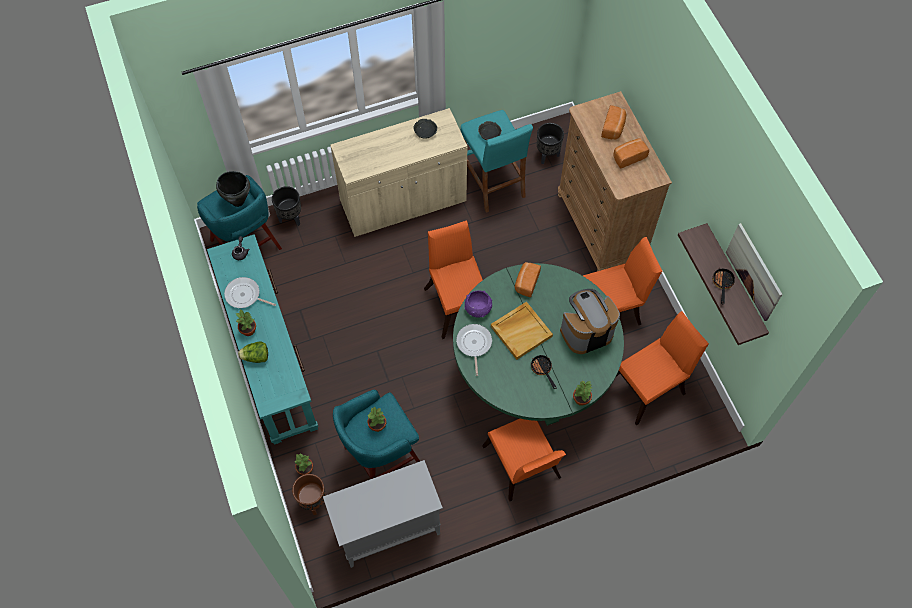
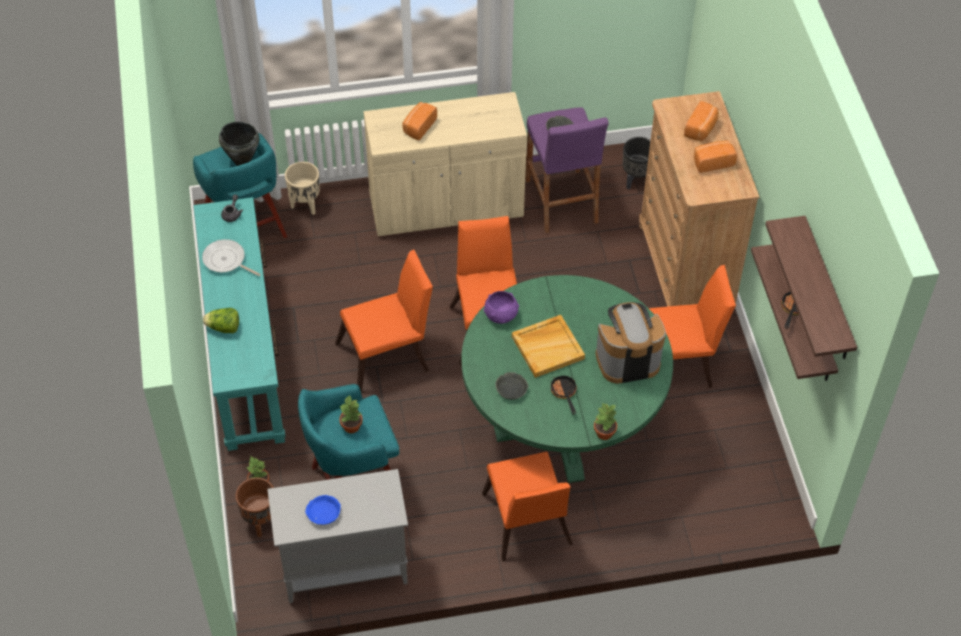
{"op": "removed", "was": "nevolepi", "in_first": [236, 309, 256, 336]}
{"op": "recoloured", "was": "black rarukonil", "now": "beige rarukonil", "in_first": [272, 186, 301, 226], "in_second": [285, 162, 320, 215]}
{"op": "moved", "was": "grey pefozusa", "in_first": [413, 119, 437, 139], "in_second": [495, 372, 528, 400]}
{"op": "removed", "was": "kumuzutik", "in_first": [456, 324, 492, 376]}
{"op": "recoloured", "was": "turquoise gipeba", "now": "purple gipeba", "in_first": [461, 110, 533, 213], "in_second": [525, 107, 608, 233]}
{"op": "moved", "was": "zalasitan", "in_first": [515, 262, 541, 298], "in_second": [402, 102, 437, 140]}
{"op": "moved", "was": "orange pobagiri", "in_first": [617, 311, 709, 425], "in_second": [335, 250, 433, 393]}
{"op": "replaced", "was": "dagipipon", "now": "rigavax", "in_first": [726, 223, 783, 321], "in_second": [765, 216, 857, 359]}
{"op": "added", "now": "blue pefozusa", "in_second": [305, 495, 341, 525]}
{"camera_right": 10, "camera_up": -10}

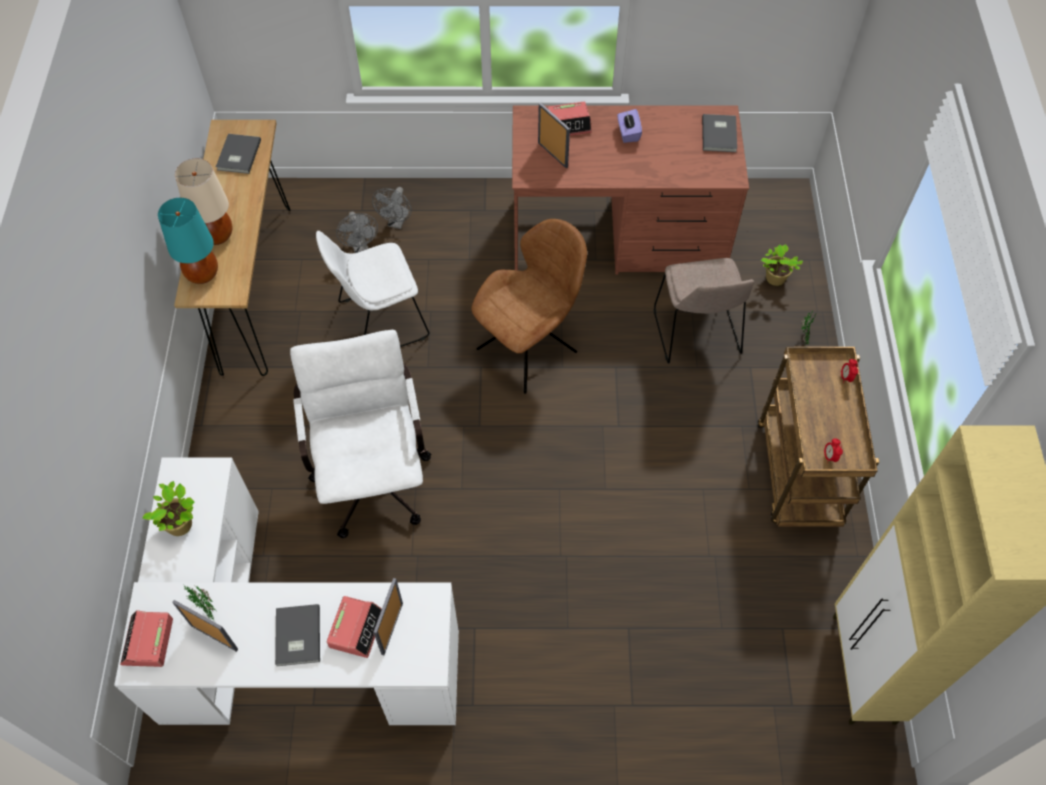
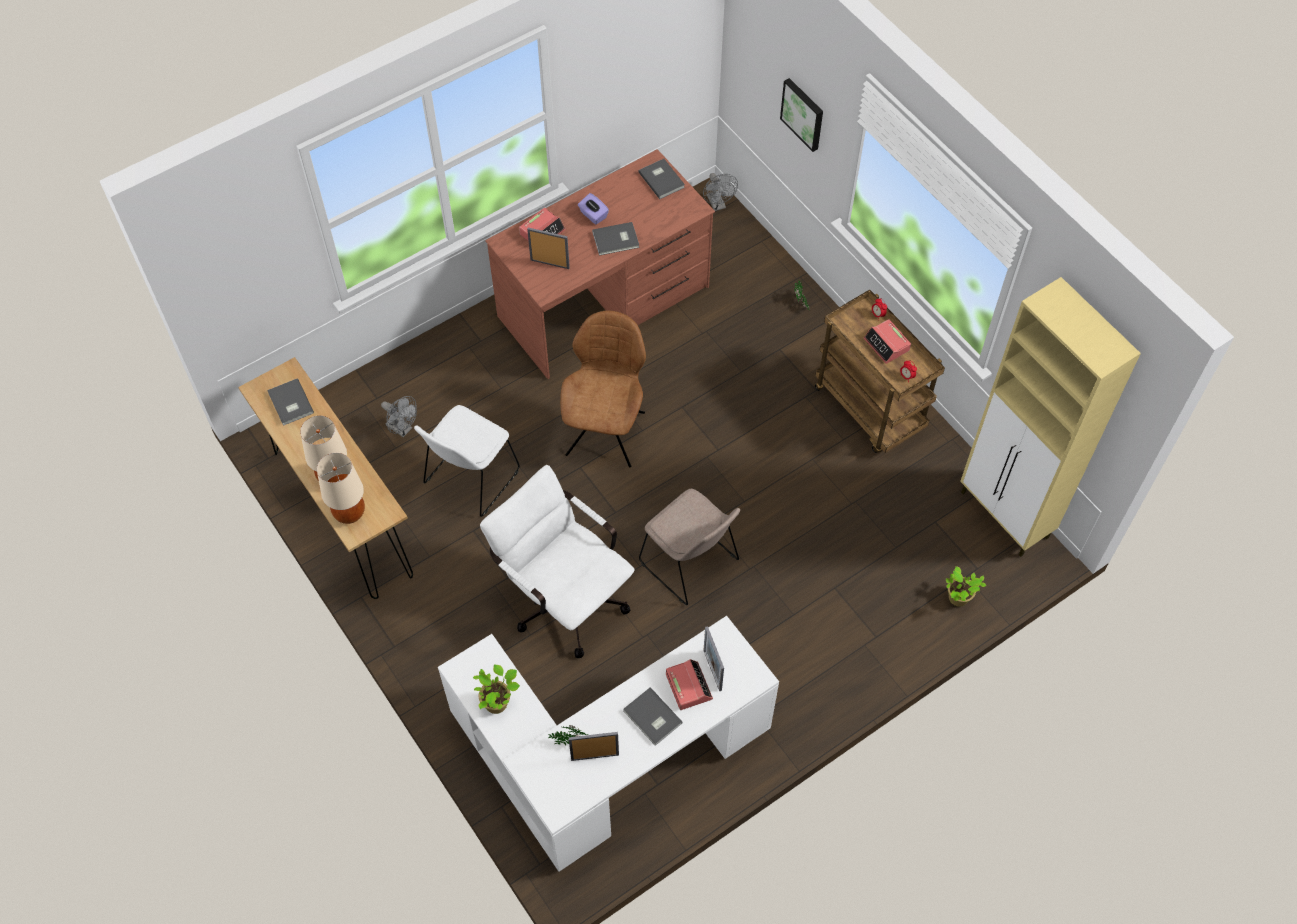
{"op": "moved", "was": "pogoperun", "in_first": [120, 610, 173, 667], "in_second": [864, 319, 911, 364]}
{"op": "recoloured", "was": "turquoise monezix", "now": "beige monezix", "in_first": [158, 198, 218, 284], "in_second": [317, 453, 365, 524]}
{"op": "moved", "was": "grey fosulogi", "in_first": [372, 187, 412, 229], "in_second": [703, 173, 738, 211]}
{"op": "moved", "was": "beige pobagiri", "in_first": [654, 258, 754, 364], "in_second": [639, 489, 740, 605]}
{"op": "moved", "was": "nevolepi", "in_first": [761, 244, 803, 286], "in_second": [946, 566, 986, 607]}
{"op": "added", "now": "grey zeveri", "in_second": [592, 222, 639, 256]}
{"op": "added", "now": "dagipipon", "in_second": [780, 78, 823, 152]}
{"camera_right": -35, "camera_up": 0}

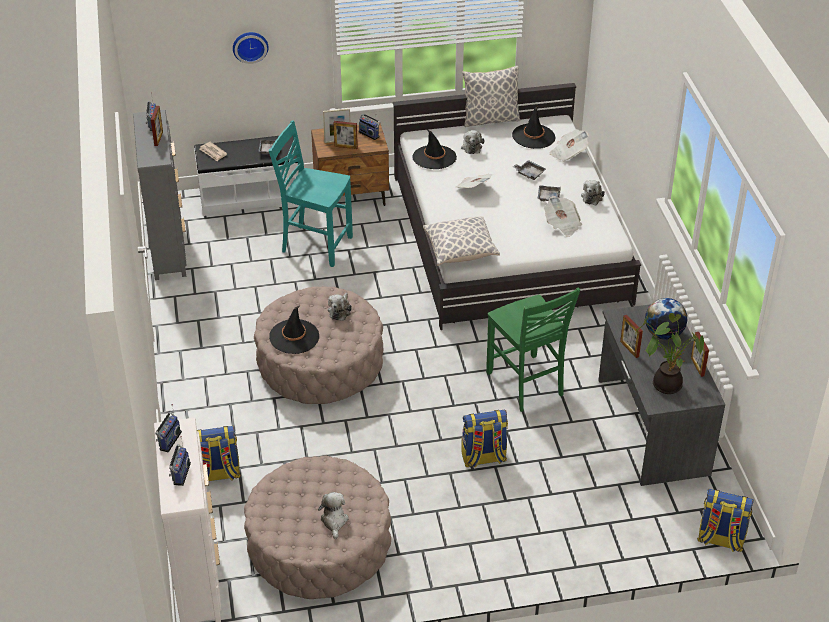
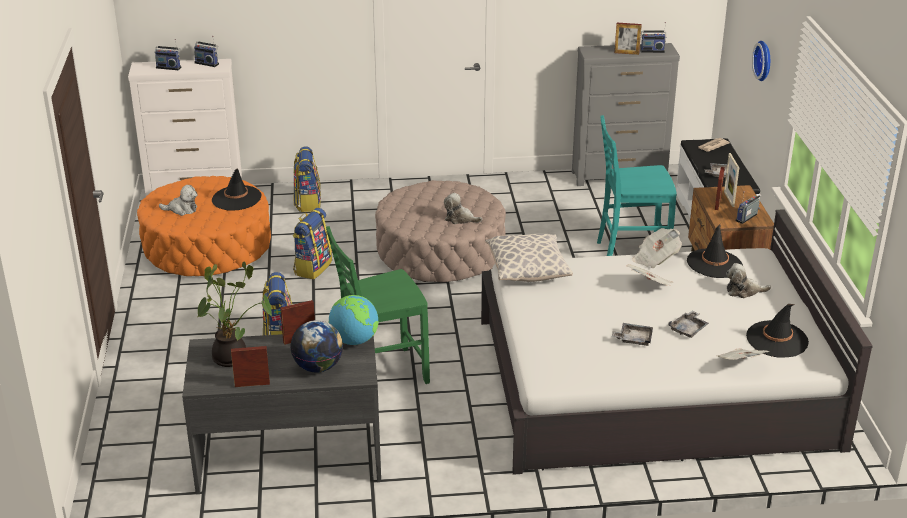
{"op": "recoloured", "was": "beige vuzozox", "now": "orange vuzozox", "in_first": [244, 455, 391, 599], "in_second": [137, 176, 271, 276]}
{"op": "turned", "was": "turquoise pobagiri", "in_first": [269, 120, 353, 267], "in_second": [597, 115, 677, 256], "clockwise": -120}
{"op": "moved", "was": "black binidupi", "in_first": [269, 305, 319, 354], "in_second": [212, 169, 261, 211]}
{"op": "removed", "was": "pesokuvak", "in_first": [462, 66, 520, 127]}
{"op": "moved", "was": "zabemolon", "in_first": [544, 196, 582, 237], "in_second": [632, 228, 682, 268]}
{"op": "removed", "was": "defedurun", "in_first": [581, 180, 605, 205]}
{"op": "moved", "was": "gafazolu", "in_first": [697, 489, 754, 552], "in_second": [293, 208, 332, 279]}
{"op": "added", "now": "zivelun", "in_second": [329, 295, 379, 345]}
{"camera_right": 95, "camera_up": -10}

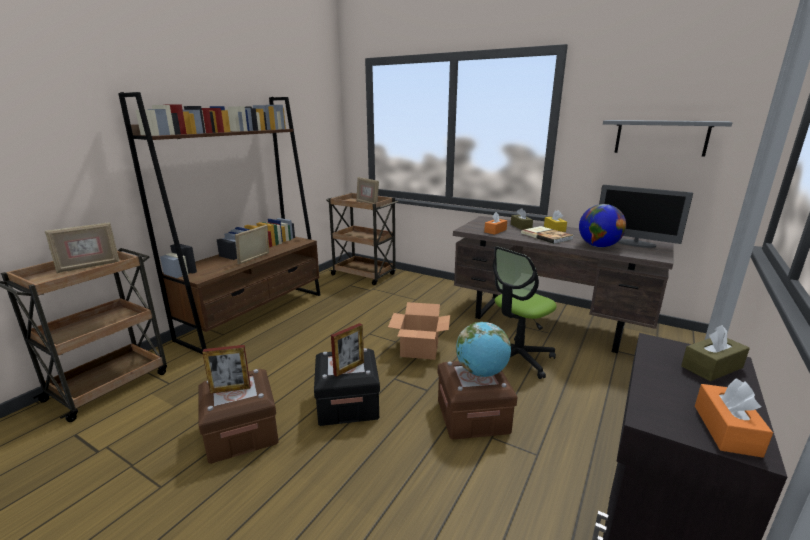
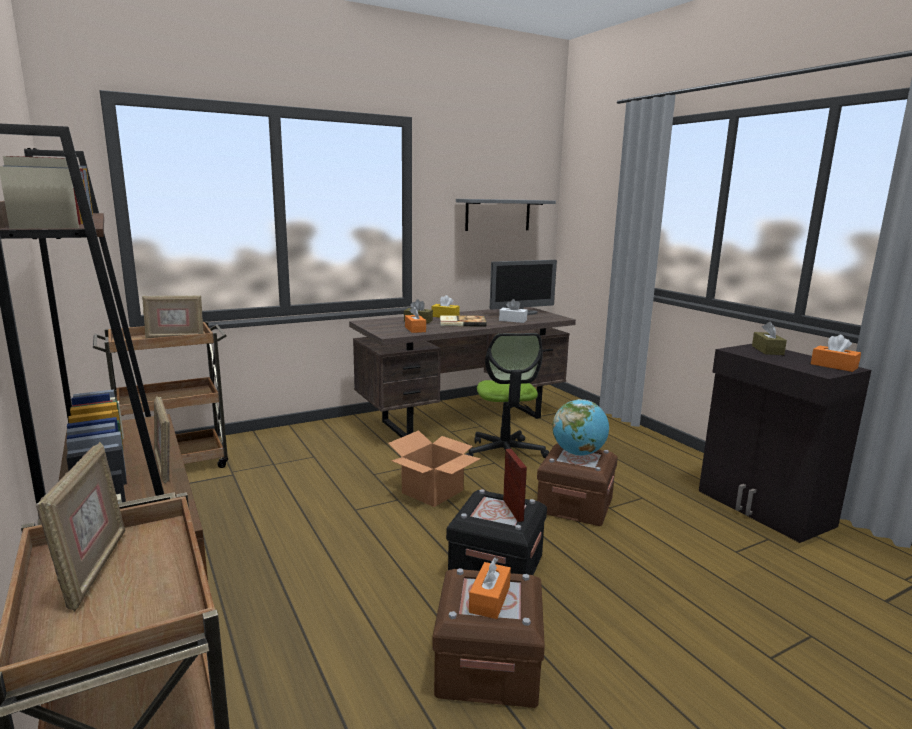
{"op": "replaced", "was": "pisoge", "now": "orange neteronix", "in_first": [202, 345, 251, 394], "in_second": [469, 558, 511, 619]}
{"op": "replaced", "was": "zivelun", "now": "white neteronix", "in_first": [579, 204, 626, 247], "in_second": [499, 299, 527, 323]}
{"camera_right": -60, "camera_up": -5}

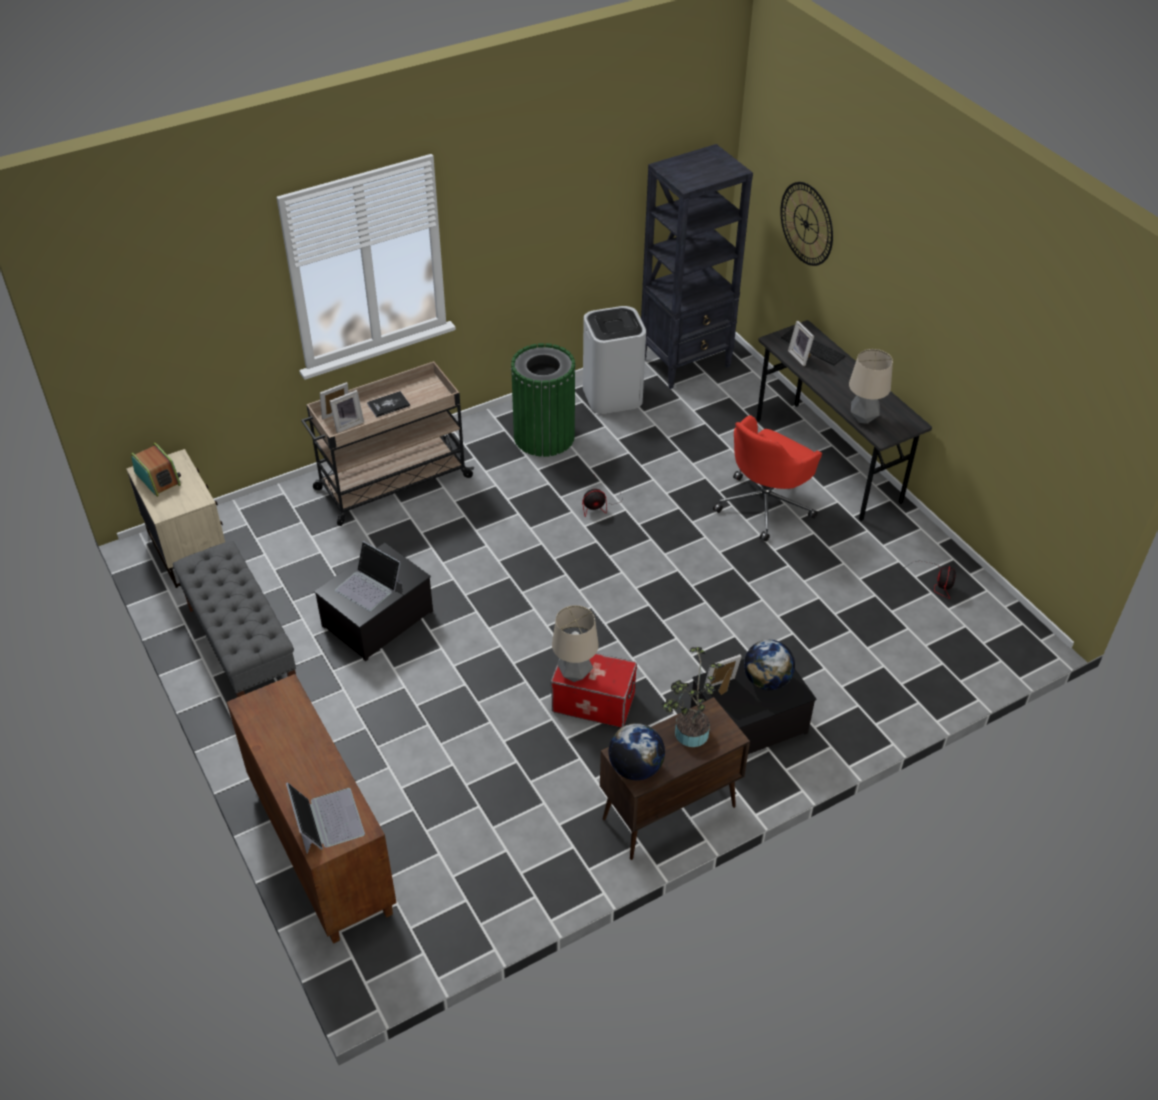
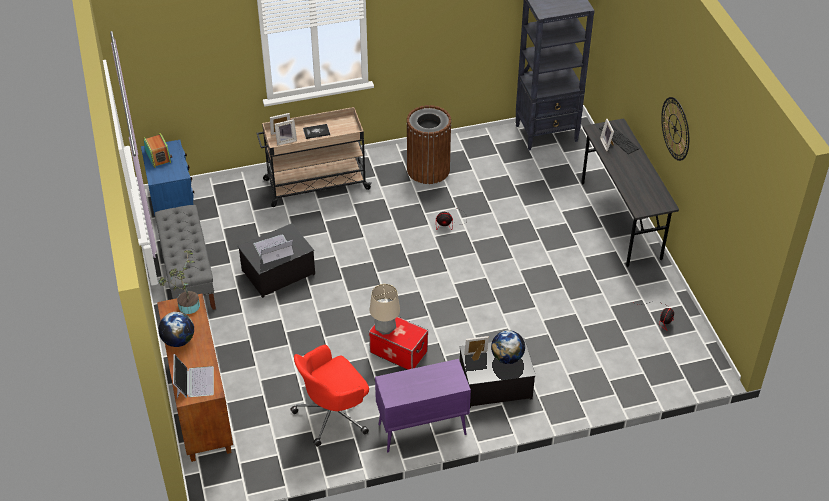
{"op": "recoloured", "was": "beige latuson", "now": "blue latuson", "in_first": [126, 449, 225, 588], "in_second": [141, 140, 194, 216]}
{"op": "turned", "was": "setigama", "in_first": [335, 541, 402, 611], "in_second": [253, 234, 294, 264], "clockwise": 105}
{"op": "recoloured", "was": "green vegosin", "now": "brown vegosin", "in_first": [511, 343, 576, 457], "in_second": [406, 105, 451, 184]}
{"op": "removed", "was": "white vegosin", "in_first": [583, 306, 646, 414]}
{"op": "recoloured", "was": "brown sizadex", "now": "purple sizadex", "in_first": [600, 697, 750, 860], "in_second": [375, 359, 471, 453]}
{"op": "moved", "was": "zivelun", "in_first": [609, 723, 665, 780], "in_second": [158, 312, 194, 347]}
{"op": "moved", "was": "nevolepi", "in_first": [661, 647, 724, 747], "in_second": [159, 250, 200, 314]}
{"op": "moved", "was": "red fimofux", "in_first": [713, 415, 822, 542], "in_second": [290, 345, 369, 447]}
{"op": "moved", "was": "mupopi", "in_first": [780, 182, 833, 266], "in_second": [661, 97, 689, 161]}
{"op": "removed", "was": "monezix", "in_first": [849, 349, 893, 424]}
{"camera_right": 15, "camera_up": 0}

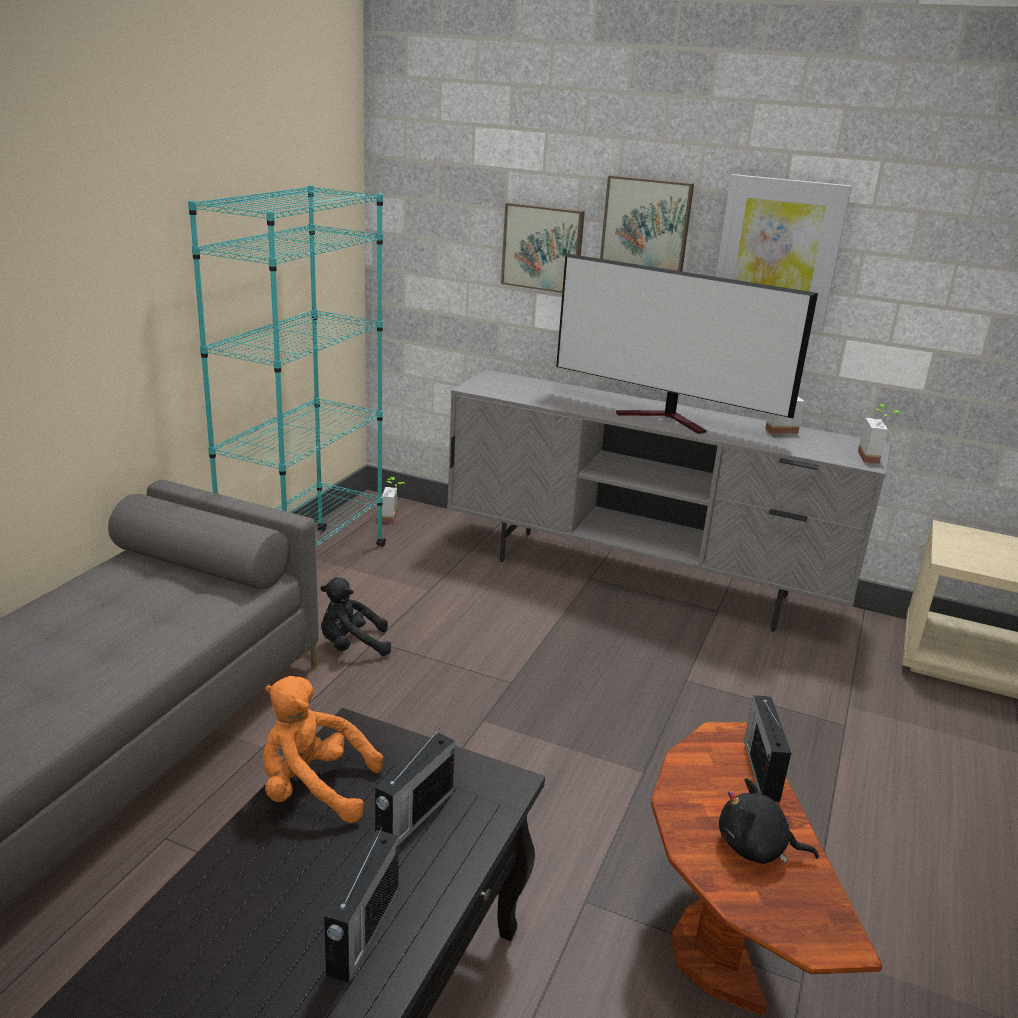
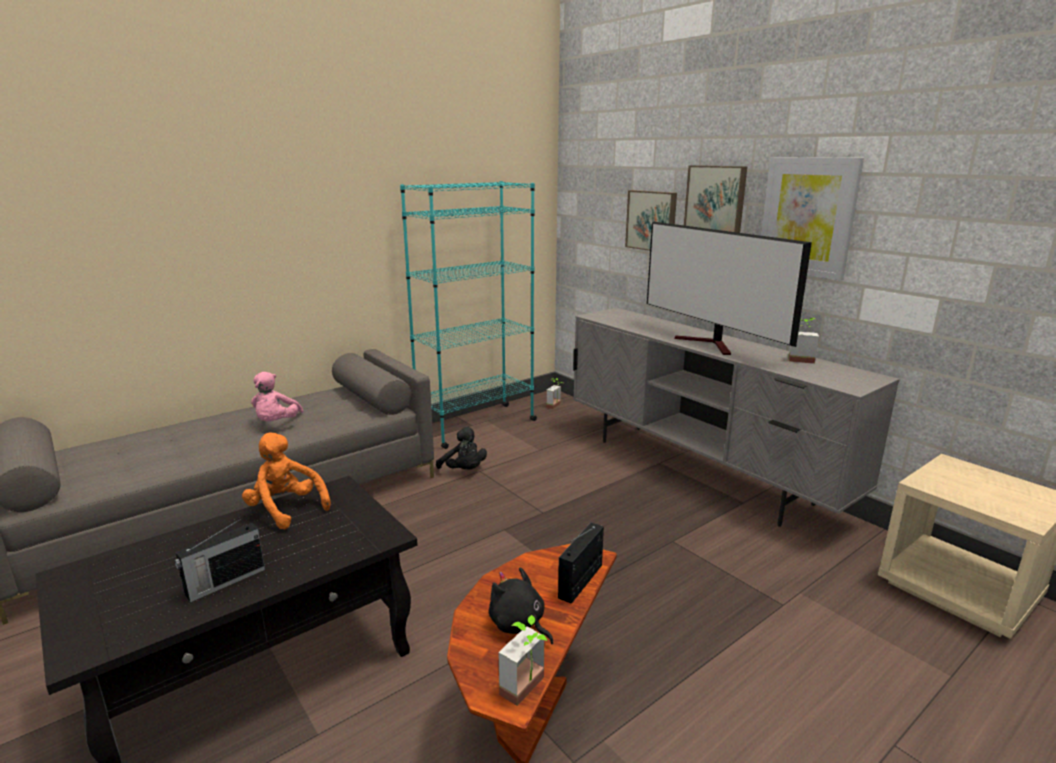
{"op": "turned", "was": "black defedurun", "in_first": [320, 577, 391, 656], "in_second": [436, 427, 487, 469], "clockwise": -150}
{"op": "removed", "was": "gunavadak", "in_first": [375, 728, 455, 844]}
{"op": "moved", "was": "nevolepi", "in_first": [858, 404, 900, 464], "in_second": [499, 615, 547, 706]}
{"op": "added", "now": "pink defedurun", "in_second": [251, 372, 304, 421]}
{"camera_right": 30, "camera_up": -5}

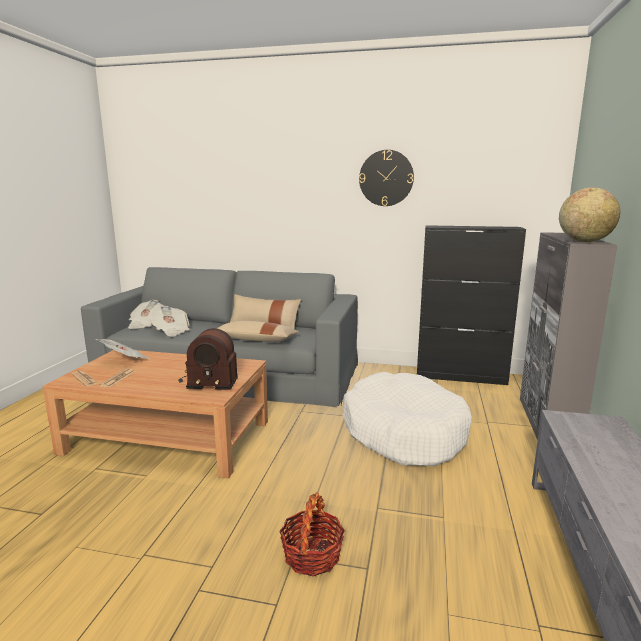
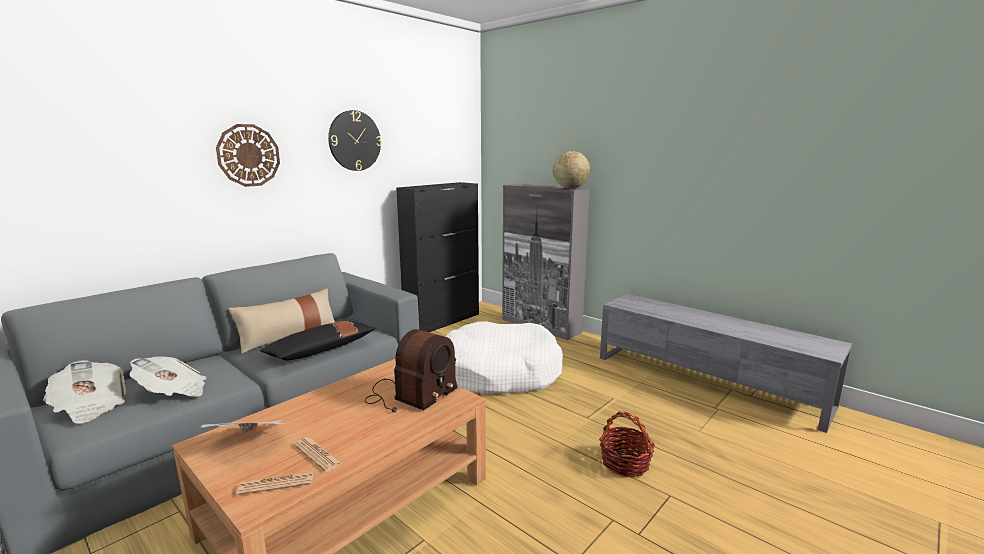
{"op": "recoloured", "was": "beige pesokuvak", "now": "black pesokuvak", "in_first": [217, 321, 300, 342], "in_second": [260, 321, 376, 360]}
{"op": "added", "now": "mupopi", "in_second": [216, 124, 280, 187]}
{"camera_right": -60, "camera_up": 0}

